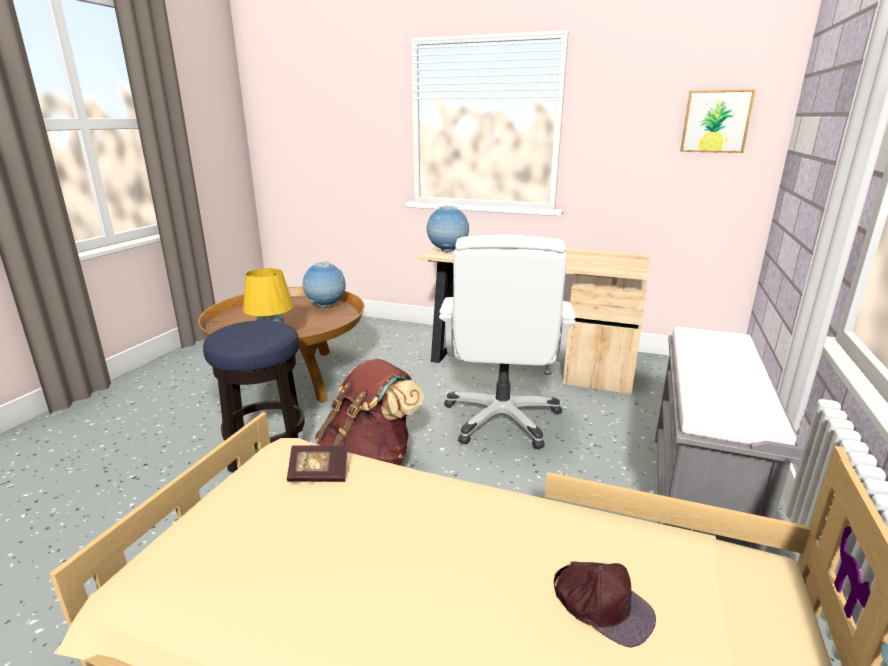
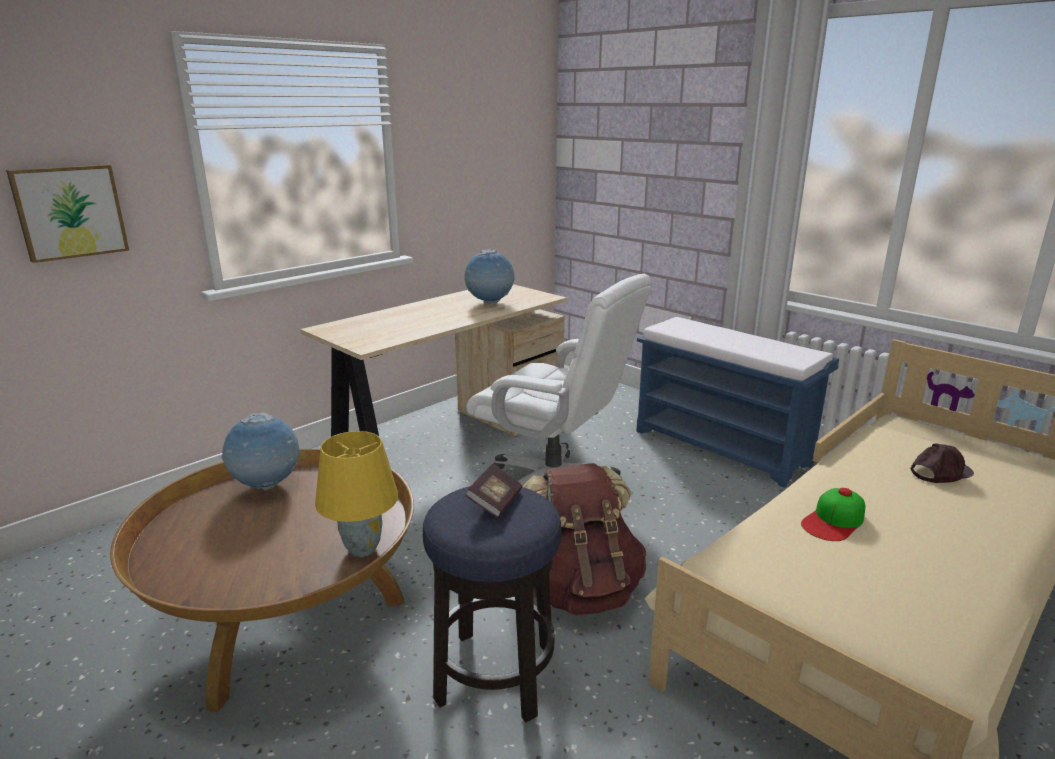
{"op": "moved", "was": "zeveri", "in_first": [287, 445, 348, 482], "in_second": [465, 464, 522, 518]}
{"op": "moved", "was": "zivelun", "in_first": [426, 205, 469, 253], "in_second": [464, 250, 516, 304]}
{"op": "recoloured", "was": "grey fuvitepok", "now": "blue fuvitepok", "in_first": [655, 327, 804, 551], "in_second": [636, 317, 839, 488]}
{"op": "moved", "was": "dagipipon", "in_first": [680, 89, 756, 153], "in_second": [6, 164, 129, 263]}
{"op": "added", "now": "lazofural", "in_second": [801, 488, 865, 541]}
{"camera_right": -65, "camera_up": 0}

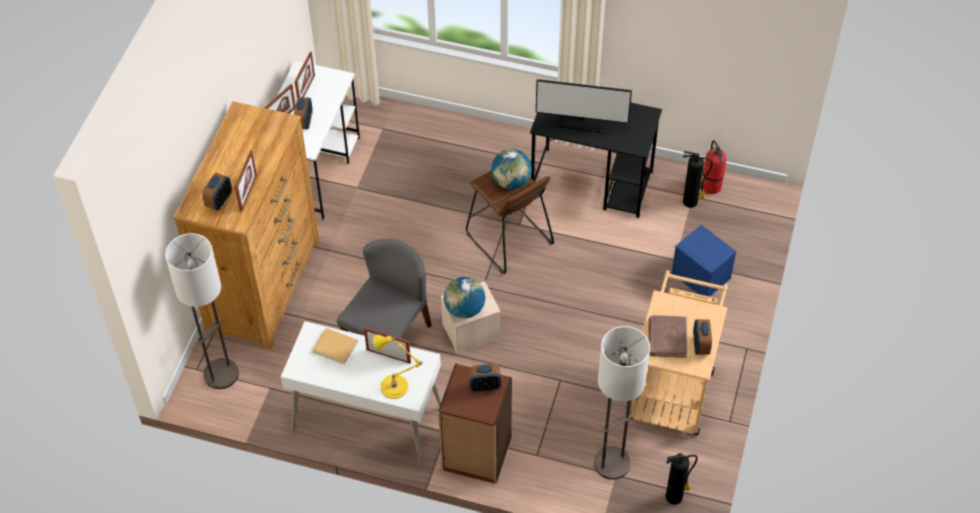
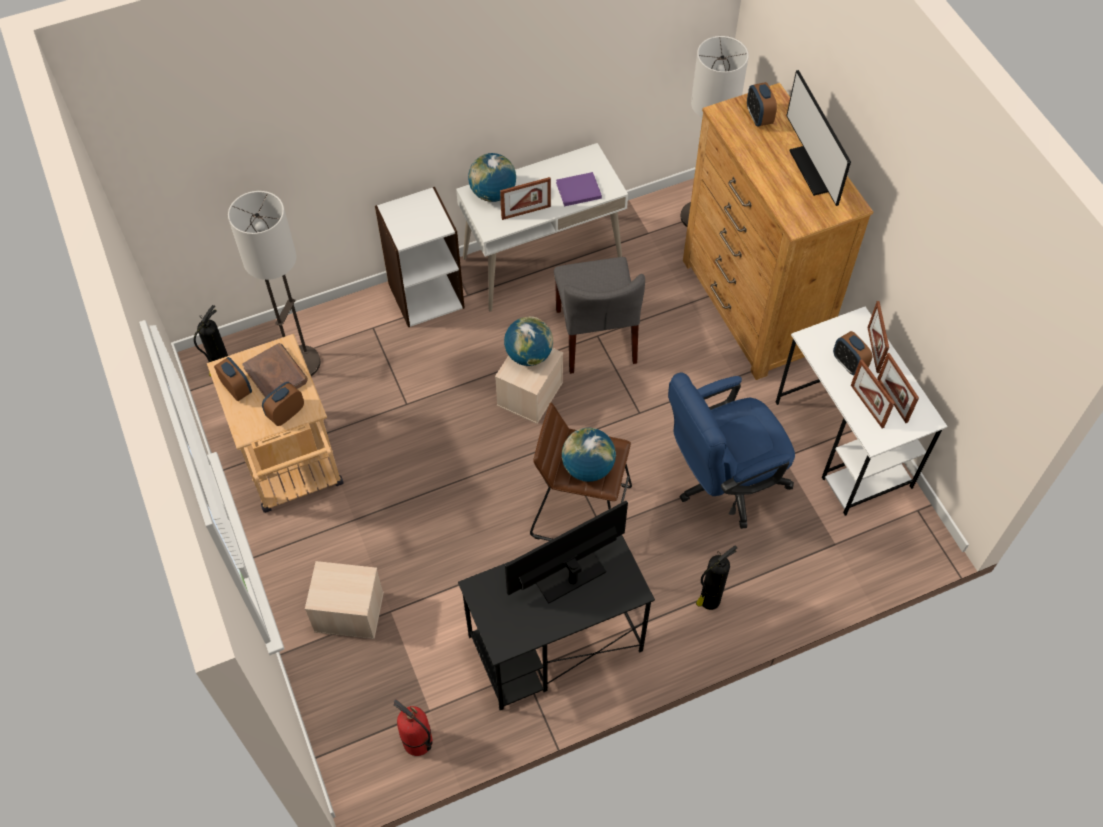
{"op": "moved", "was": "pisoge", "in_first": [235, 150, 257, 212], "in_second": [851, 359, 895, 428]}
{"op": "recoloured", "was": "beige zeveri", "now": "purple zeveri", "in_first": [313, 328, 358, 365], "in_second": [556, 172, 602, 206]}
{"op": "replaced", "was": "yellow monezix", "now": "zivelun", "in_first": [373, 335, 422, 399], "in_second": [468, 153, 516, 202]}
{"op": "recoloured", "was": "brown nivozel", "now": "white nivozel", "in_first": [438, 363, 512, 484], "in_second": [375, 187, 465, 327]}
{"op": "moved", "was": "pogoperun", "in_first": [468, 364, 501, 392], "in_second": [262, 382, 304, 426]}
{"op": "recoloured", "was": "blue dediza", "now": "beige dediza", "in_first": [671, 225, 737, 297], "in_second": [305, 561, 384, 639]}
{"op": "moved", "was": "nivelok", "in_first": [683, 151, 713, 208], "in_second": [696, 546, 737, 610]}
{"op": "added", "now": "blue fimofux", "in_second": [668, 372, 795, 529]}
{"op": "added", "now": "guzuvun", "in_second": [786, 70, 851, 206]}
{"camera_right": 140, "camera_up": 5}

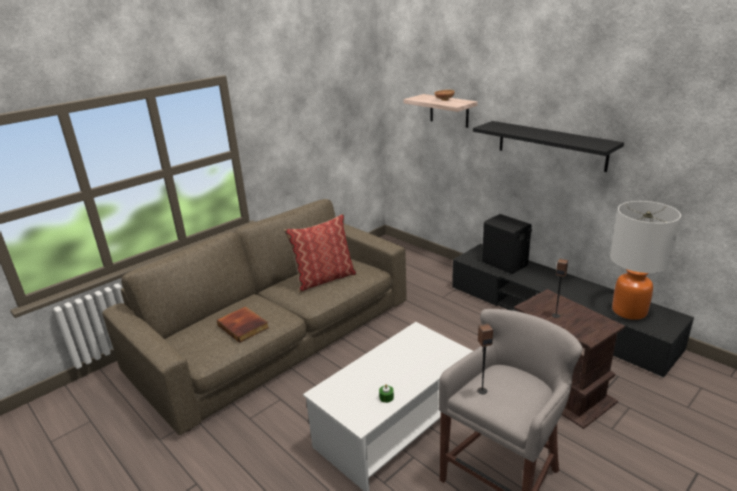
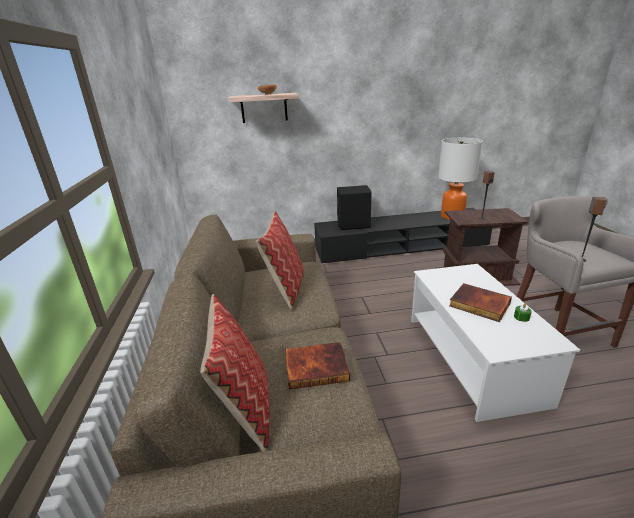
{"op": "removed", "was": "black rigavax", "in_first": [473, 121, 624, 172]}
{"op": "added", "now": "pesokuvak", "in_second": [200, 294, 270, 451]}
{"op": "added", "now": "zeveri", "in_second": [449, 283, 512, 322]}
{"camera_right": -55, "camera_up": 0}

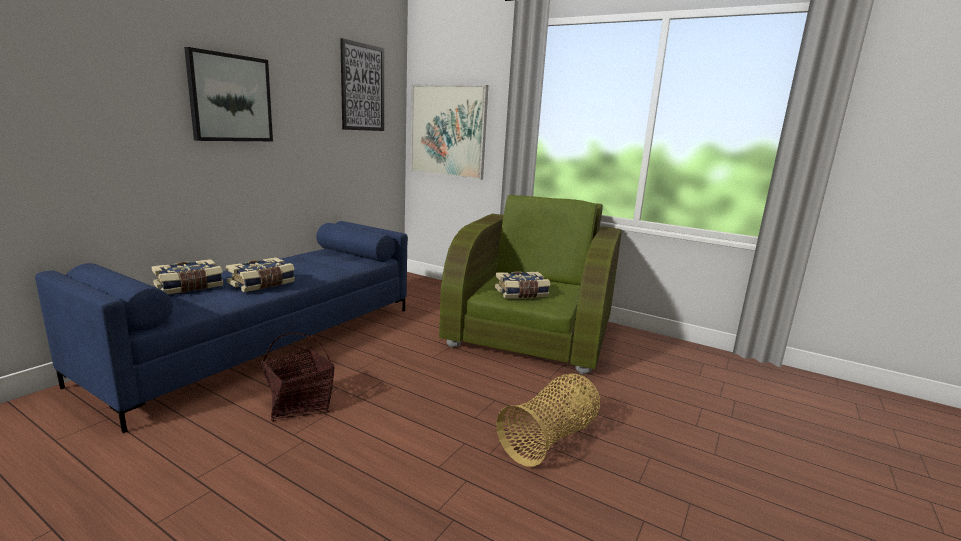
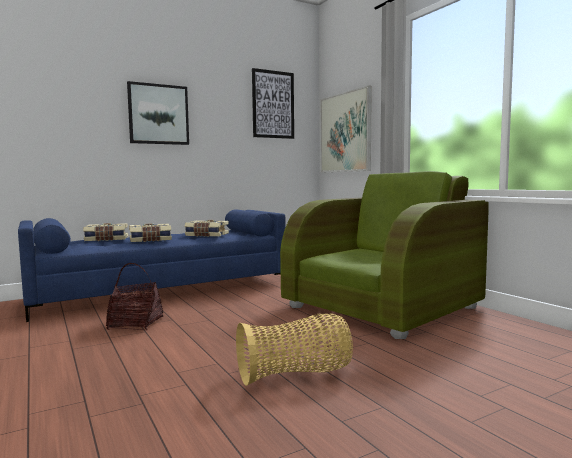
{"op": "moved", "was": "zeveri", "in_first": [495, 271, 550, 298], "in_second": [185, 220, 229, 237]}
{"camera_right": 30, "camera_up": -10}

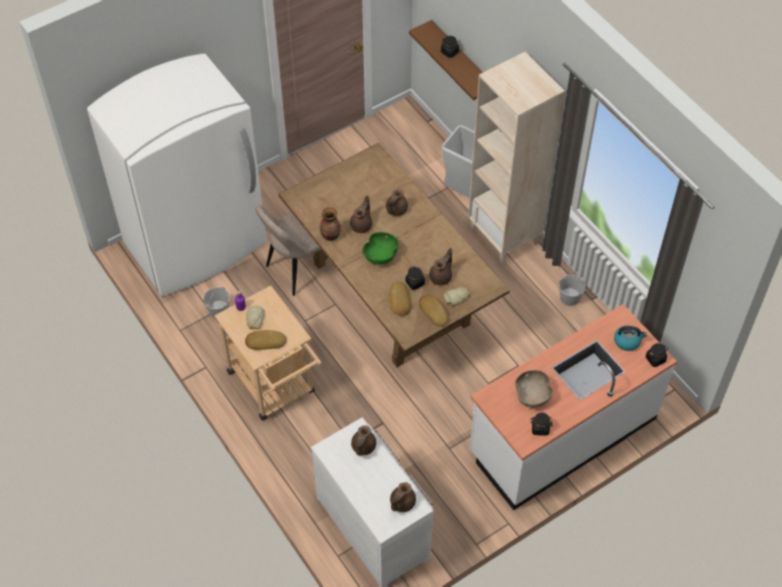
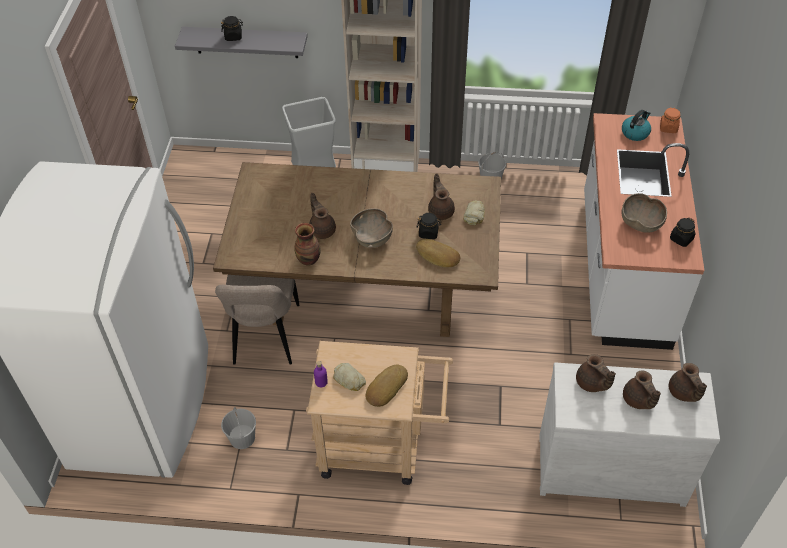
{"op": "recoloured", "was": "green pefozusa", "now": "brown pefozusa", "in_first": [362, 232, 399, 265], "in_second": [350, 208, 393, 248]}
{"op": "moved", "was": "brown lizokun", "in_first": [386, 189, 408, 216], "in_second": [623, 370, 661, 409]}
{"op": "recoloured", "was": "brown rigavax", "now": "grey rigavax", "in_first": [409, 20, 483, 101], "in_second": [175, 27, 308, 58]}
{"op": "removed", "was": "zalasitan", "in_first": [419, 294, 448, 327]}
{"op": "recoloured", "was": "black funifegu", "now": "orange funifegu", "in_first": [646, 343, 668, 367], "in_second": [660, 107, 680, 133]}
{"camera_right": -50, "camera_up": -5}

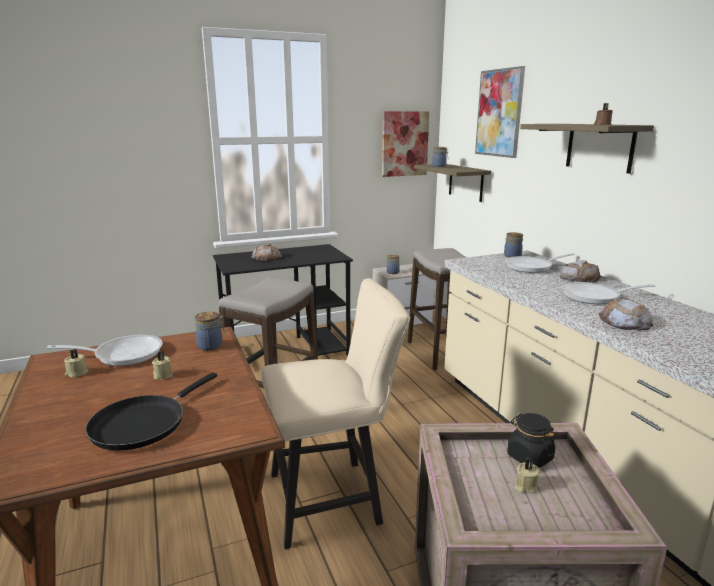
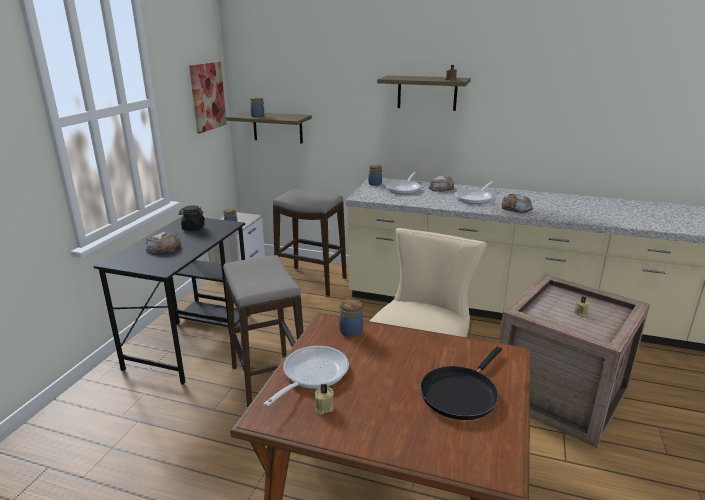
{"op": "turned", "was": "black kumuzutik", "in_first": [85, 372, 217, 451], "in_second": [420, 347, 502, 420], "clockwise": 60}
{"op": "removed", "was": "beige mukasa", "in_first": [152, 351, 173, 379]}
{"op": "removed", "was": "dagipipon", "in_first": [475, 66, 525, 158]}
{"op": "moved", "was": "black funifegu", "in_first": [507, 413, 556, 468], "in_second": [179, 205, 205, 231]}
{"camera_right": -50, "camera_up": 5}

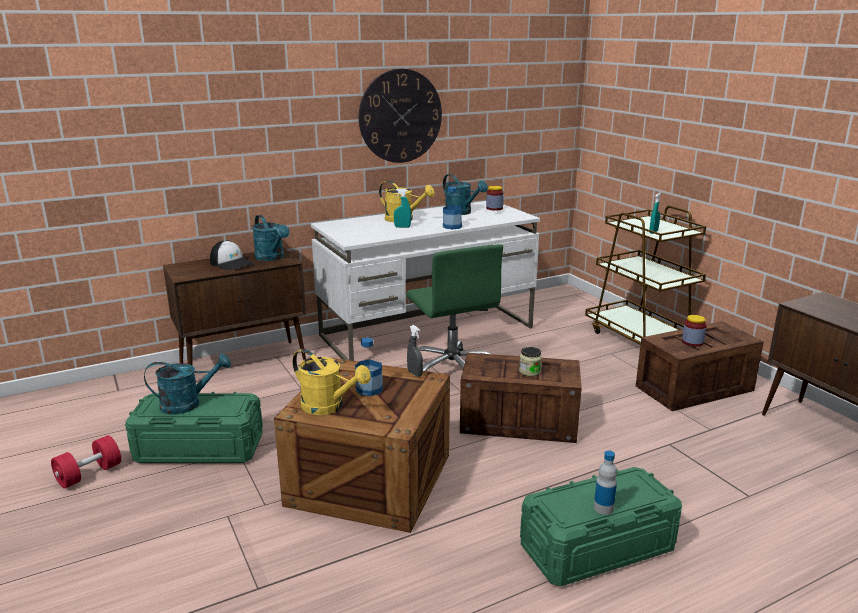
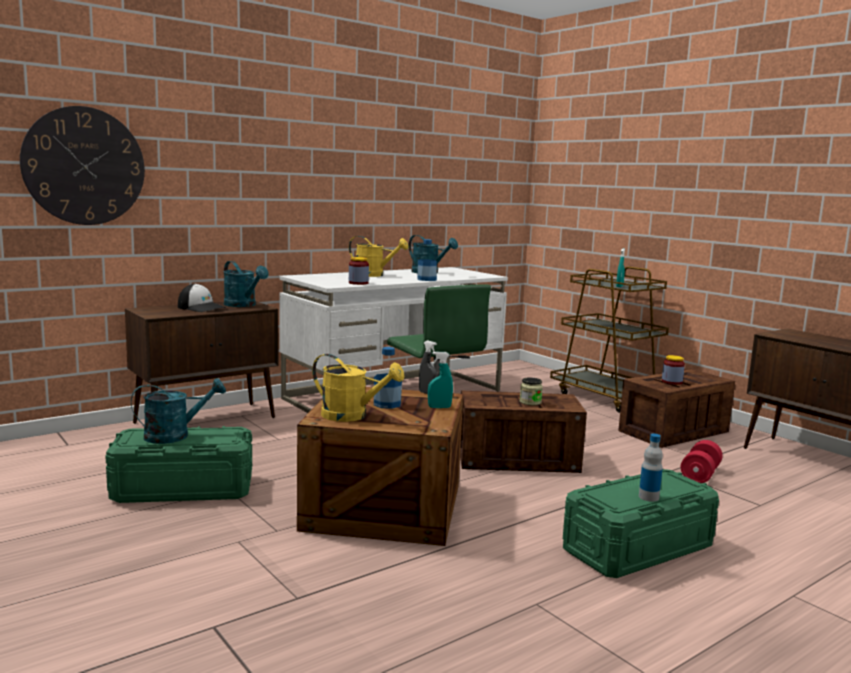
{"op": "moved", "was": "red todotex", "in_first": [51, 435, 121, 488], "in_second": [681, 440, 722, 483]}
{"op": "moved", "was": "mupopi", "in_first": [359, 69, 442, 163], "in_second": [20, 106, 145, 225]}
{"op": "moved", "was": "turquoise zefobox", "in_first": [394, 189, 411, 228], "in_second": [428, 352, 453, 408]}
{"op": "moved", "was": "funifegu", "in_first": [486, 186, 504, 210], "in_second": [349, 257, 369, 285]}
{"camera_right": -10, "camera_up": -10}

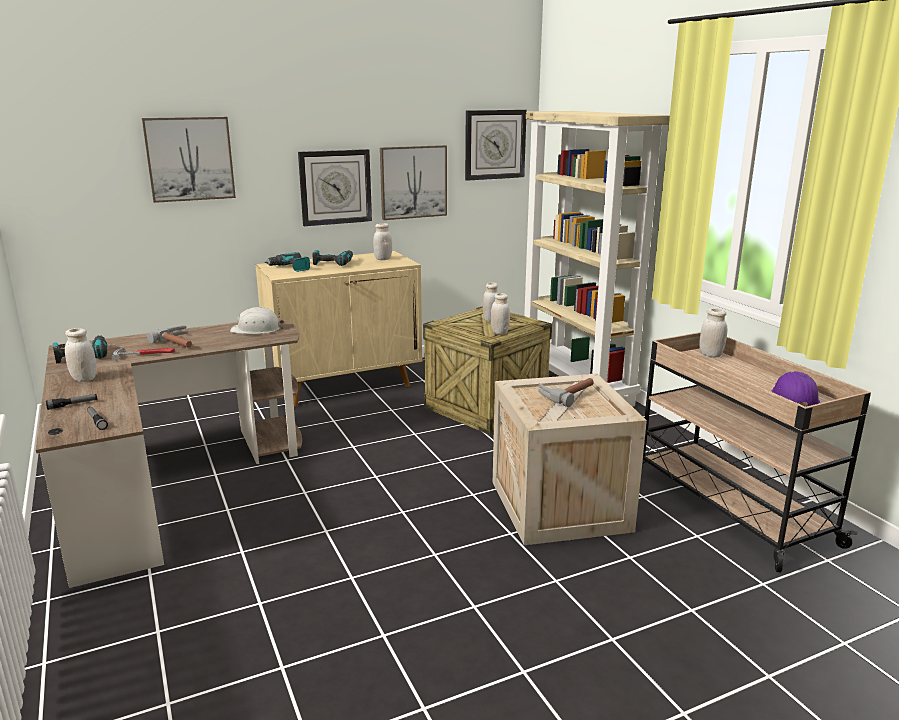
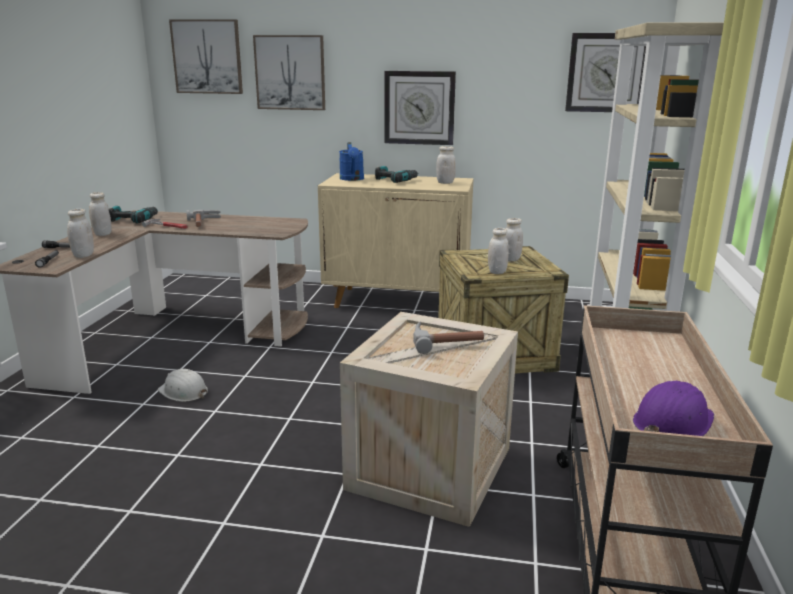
{"op": "moved", "was": "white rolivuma", "in_first": [230, 307, 284, 334], "in_second": [157, 369, 208, 402]}
{"op": "replaced", "was": "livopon", "now": "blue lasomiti", "in_first": [264, 252, 310, 272], "in_second": [339, 142, 364, 181]}
{"op": "moved", "was": "dagipipon", "in_first": [380, 145, 447, 220], "in_second": [169, 19, 243, 94]}
{"op": "moved", "was": "white funifegu", "in_first": [699, 308, 727, 357], "in_second": [67, 209, 94, 258]}
{"camera_right": 35, "camera_up": 0}

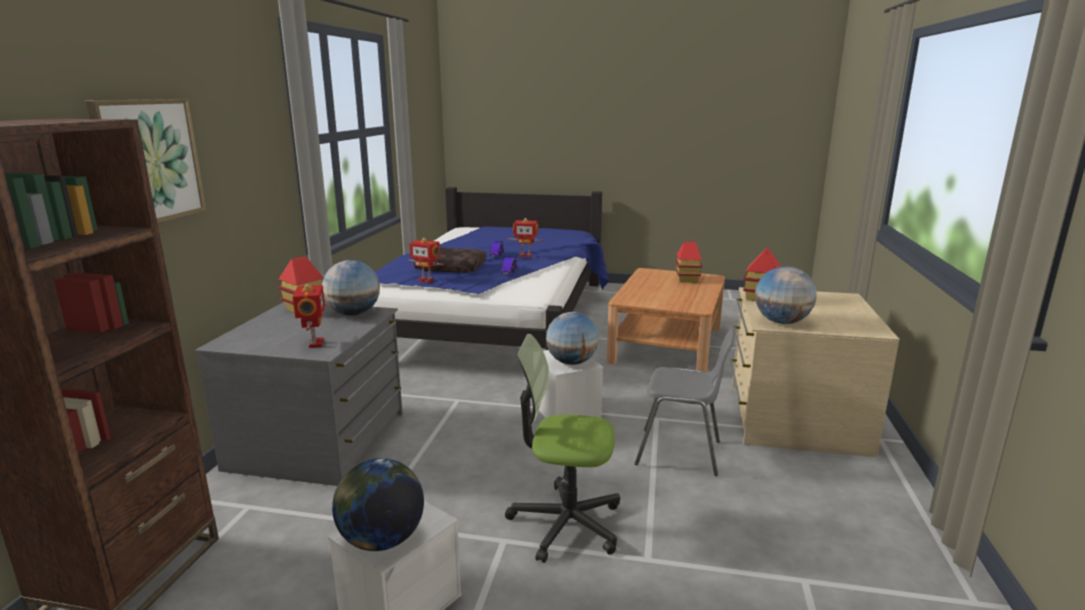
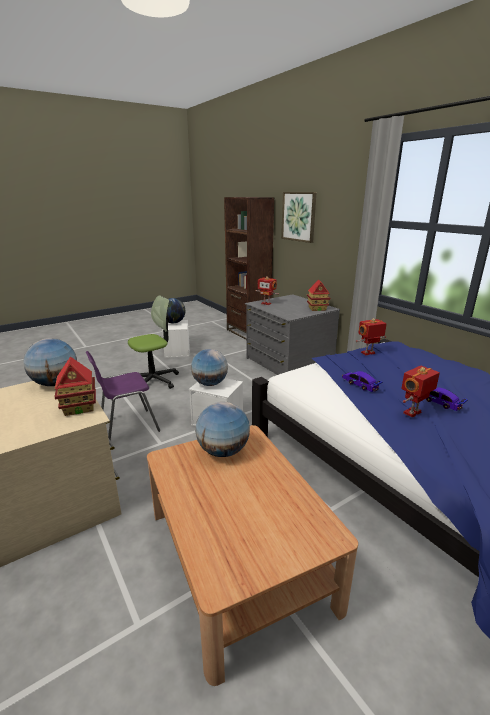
{"op": "moved", "was": "zivelun", "in_first": [322, 260, 380, 316], "in_second": [195, 402, 250, 457]}
{"op": "removed", "was": "brown pesokuvak", "in_first": [414, 248, 486, 273]}
{"op": "recoloured", "was": "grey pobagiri", "now": "purple pobagiri", "in_first": [635, 328, 735, 476], "in_second": [86, 351, 160, 441]}
{"op": "removed", "was": "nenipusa", "in_first": [675, 241, 702, 283]}
{"camera_right": 135, "camera_up": 5}

